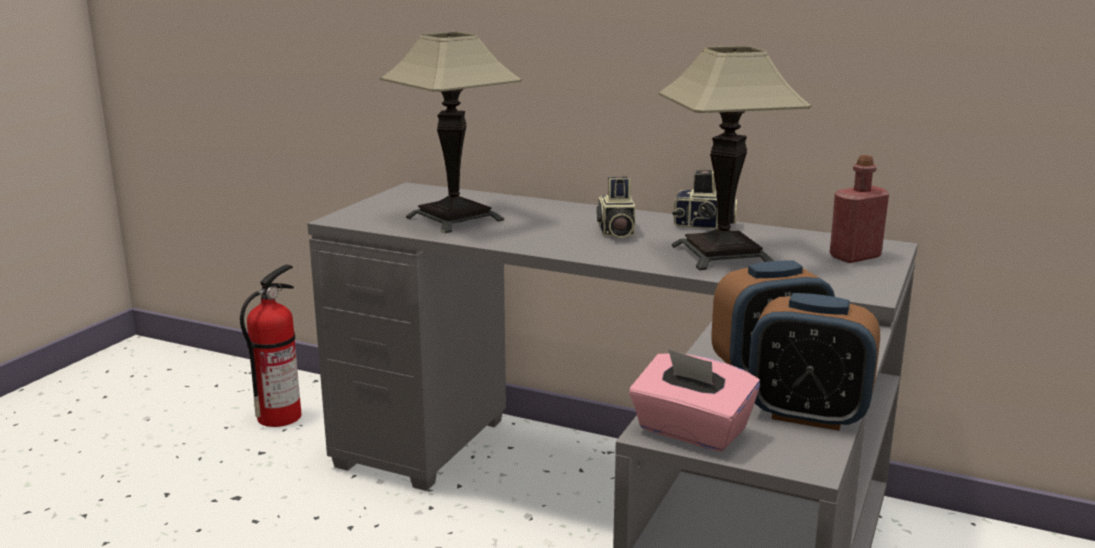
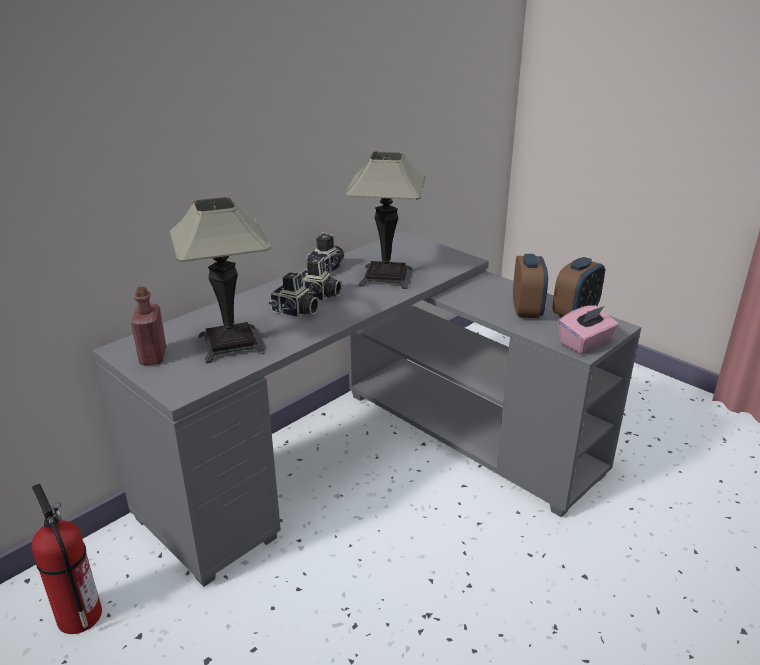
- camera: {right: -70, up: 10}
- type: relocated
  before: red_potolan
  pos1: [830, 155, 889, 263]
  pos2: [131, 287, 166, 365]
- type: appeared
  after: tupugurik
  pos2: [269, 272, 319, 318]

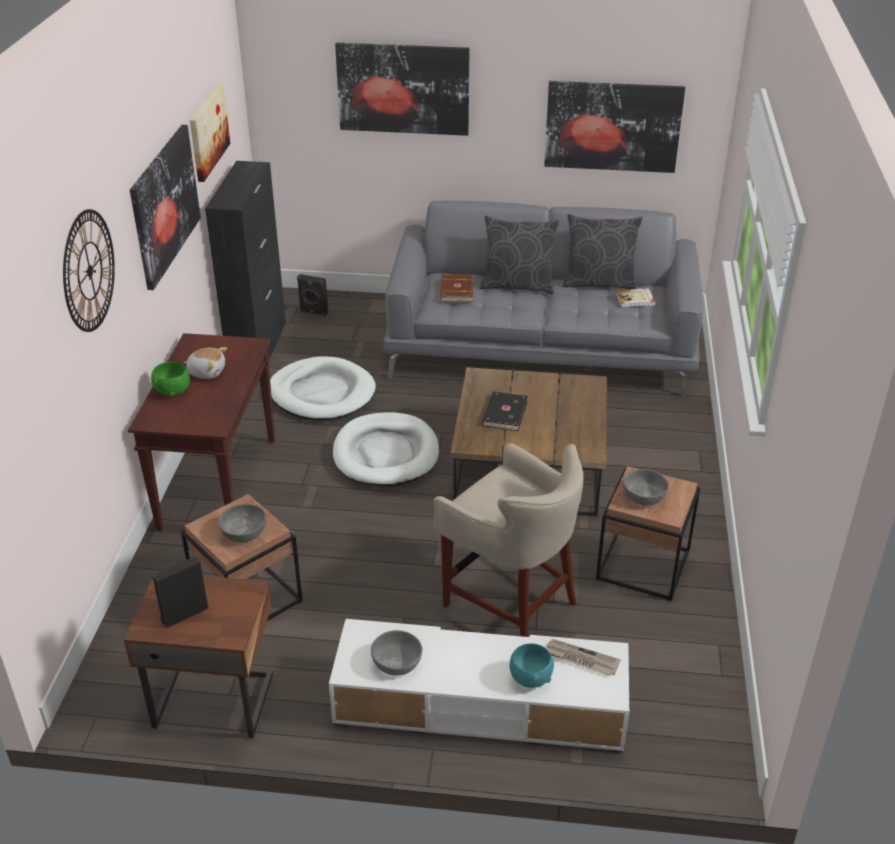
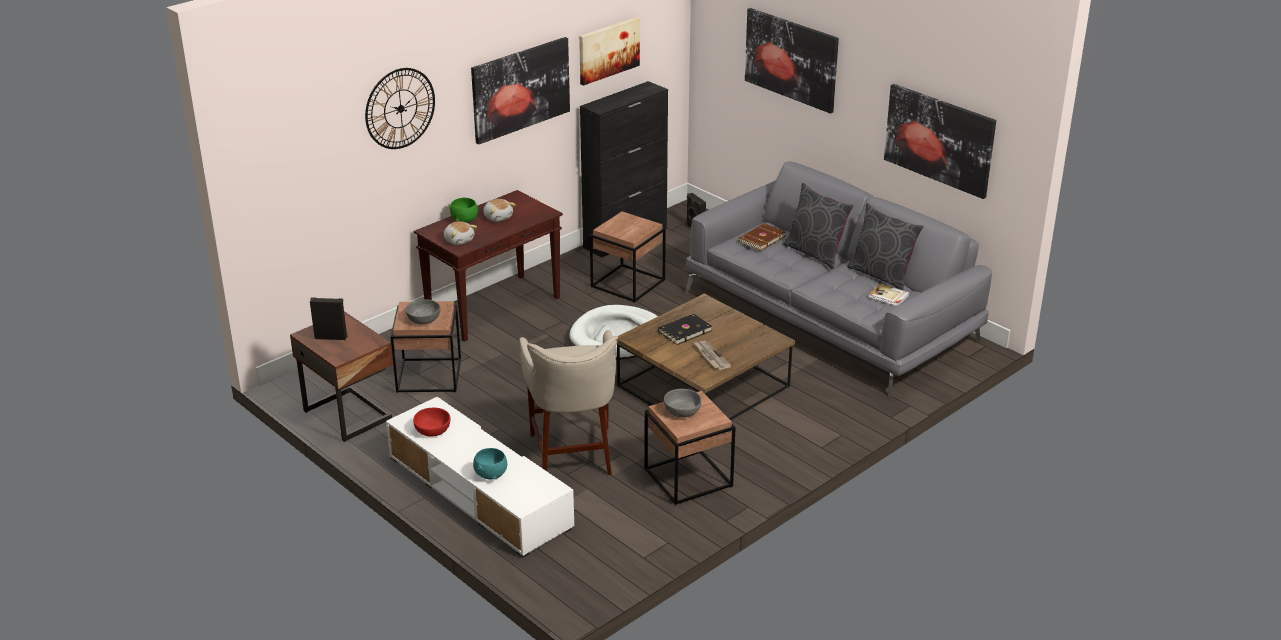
- camera: {right: 40, up: -5}
- type: exchanged
  before: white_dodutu
  after: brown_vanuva
  pos1: [270, 356, 376, 420]
  pos2: [590, 212, 666, 303]
- type: colour
  before: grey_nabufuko
  after: red_nabufuko
  pos1: [371, 630, 422, 676]
  pos2: [413, 408, 451, 437]
- type: relocated
  before: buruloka
  pos1: [546, 639, 621, 676]
  pos2: [693, 341, 732, 370]
- type: appeared
  after: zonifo
  pos2: [444, 221, 477, 245]

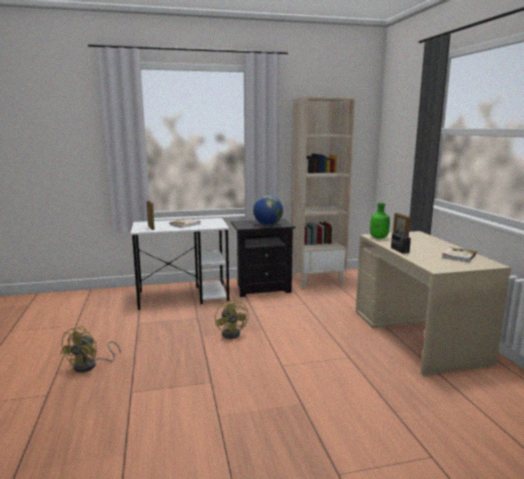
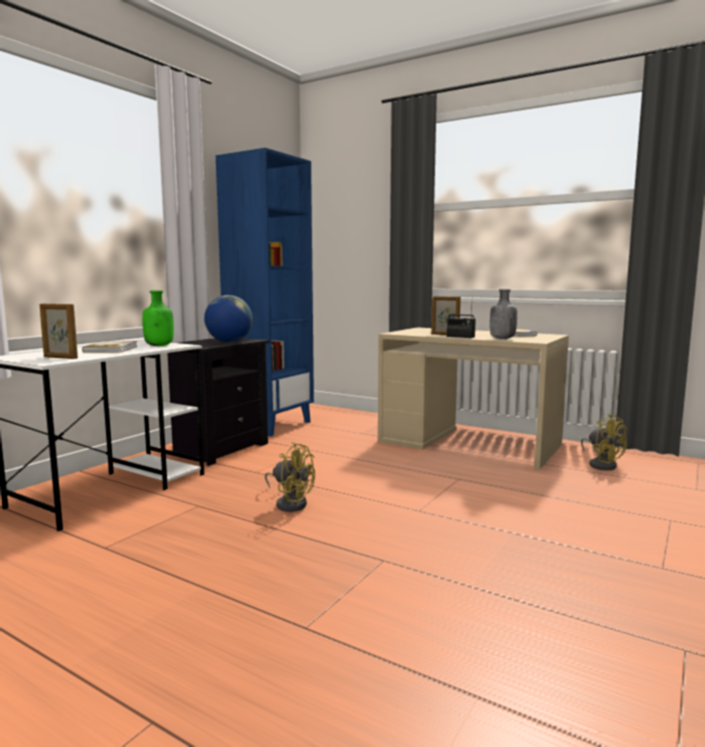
- camera: {right: -45, up: -5}
- type: colour
  before: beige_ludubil
  after: blue_ludubil
  pos1: [291, 96, 356, 288]
  pos2: [216, 148, 314, 436]
- type: relocated
  before: green_potolan
  pos1: [370, 203, 390, 239]
  pos2: [142, 290, 174, 346]
- type: relocated
  before: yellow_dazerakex
  pos1: [60, 326, 121, 372]
  pos2: [581, 414, 628, 470]
- type: appeared
  after: grey_potolan
  pos2: [490, 289, 517, 339]

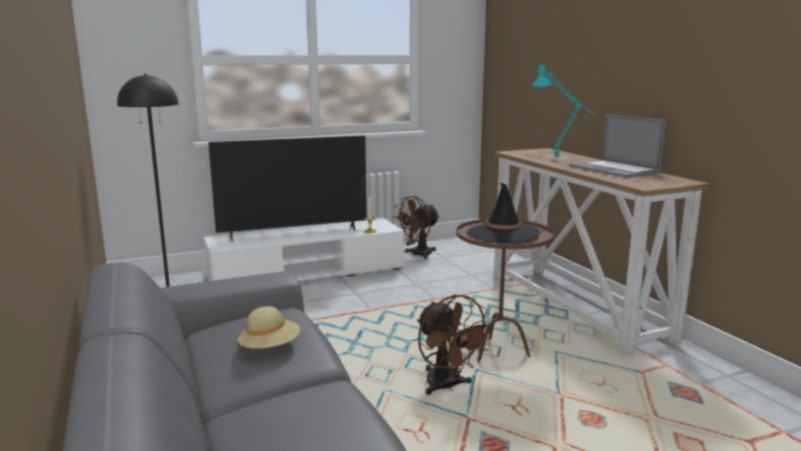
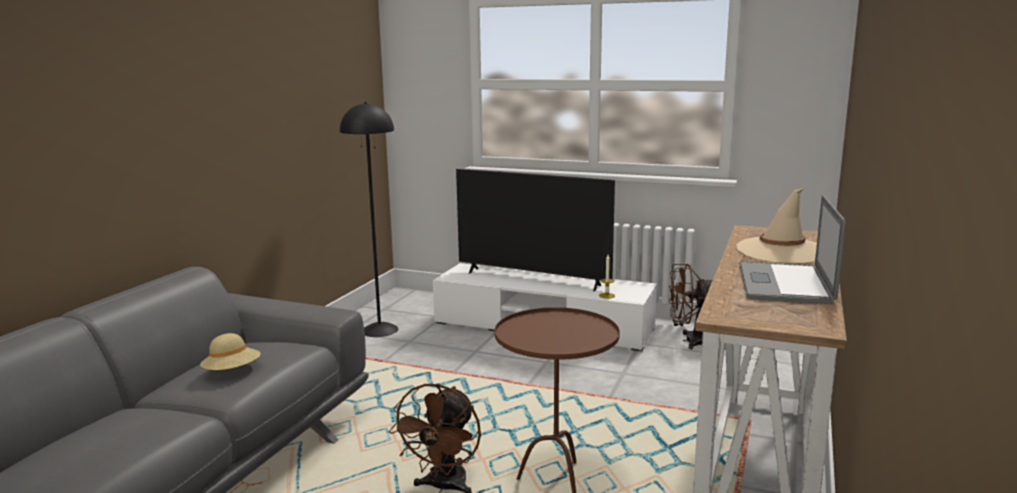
- camera: {right: 45, up: 0}
- type: exchanged
  before: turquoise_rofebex
  after: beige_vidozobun
  pos1: [532, 65, 596, 157]
  pos2: [736, 188, 817, 263]
- type: missing
  before: black_vidozobun
  pos1: [467, 183, 540, 243]

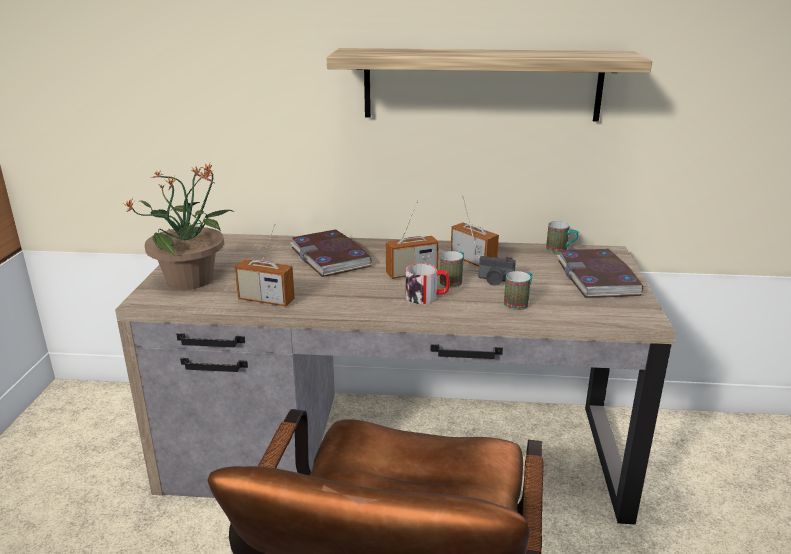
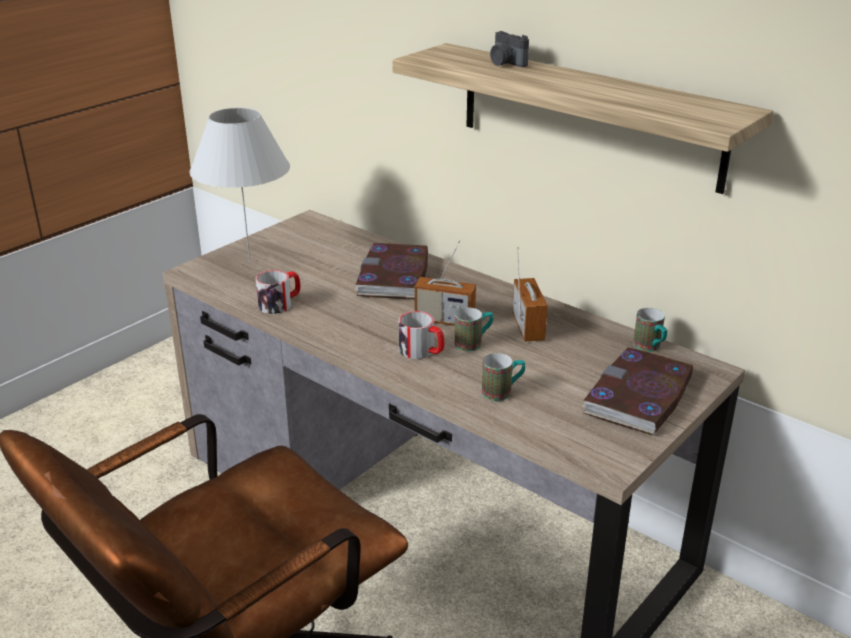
- camera: {right: 35, up: 5}
- type: exchanged
  before: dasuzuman
  after: white_rofebex
  pos1: [122, 163, 235, 290]
  pos2: [190, 108, 290, 262]
- type: exchanged
  before: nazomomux
  after: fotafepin
  pos1: [235, 224, 295, 306]
  pos2: [256, 270, 301, 314]
- type: relocated
  before: tupugurik
  pos1: [479, 256, 516, 286]
  pos2: [490, 31, 529, 67]

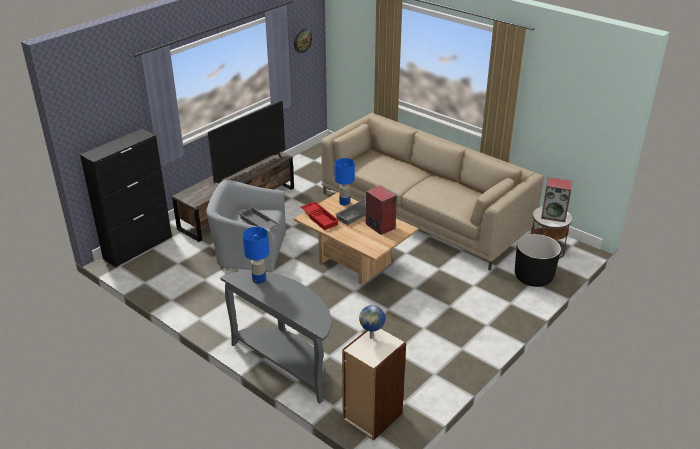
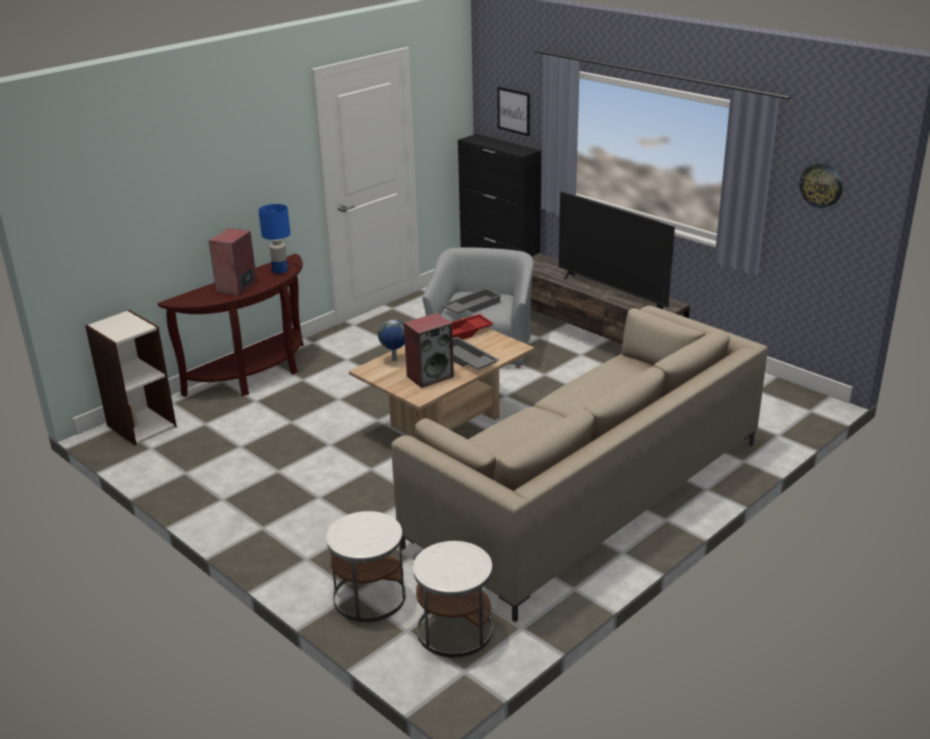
- camera: {right: 95, up: -5}
- type: missing
  before: blue_rofebex
  pos1: [334, 158, 355, 205]
- type: relocated
  before: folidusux
  pos1: [541, 177, 572, 222]
  pos2: [208, 228, 257, 295]
- type: exchanged
  before: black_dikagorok
  after: white_vanuva
  pos1: [515, 234, 561, 287]
  pos2: [326, 511, 406, 622]
- type: colour
  before: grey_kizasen
  after: brown_kizasen
  pos1: [220, 270, 331, 404]
  pos2: [158, 254, 304, 397]
- type: relocated
  before: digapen
  pos1: [359, 305, 385, 339]
  pos2: [378, 319, 405, 361]
- type: appeared
  after: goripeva
  pos2: [497, 87, 530, 136]

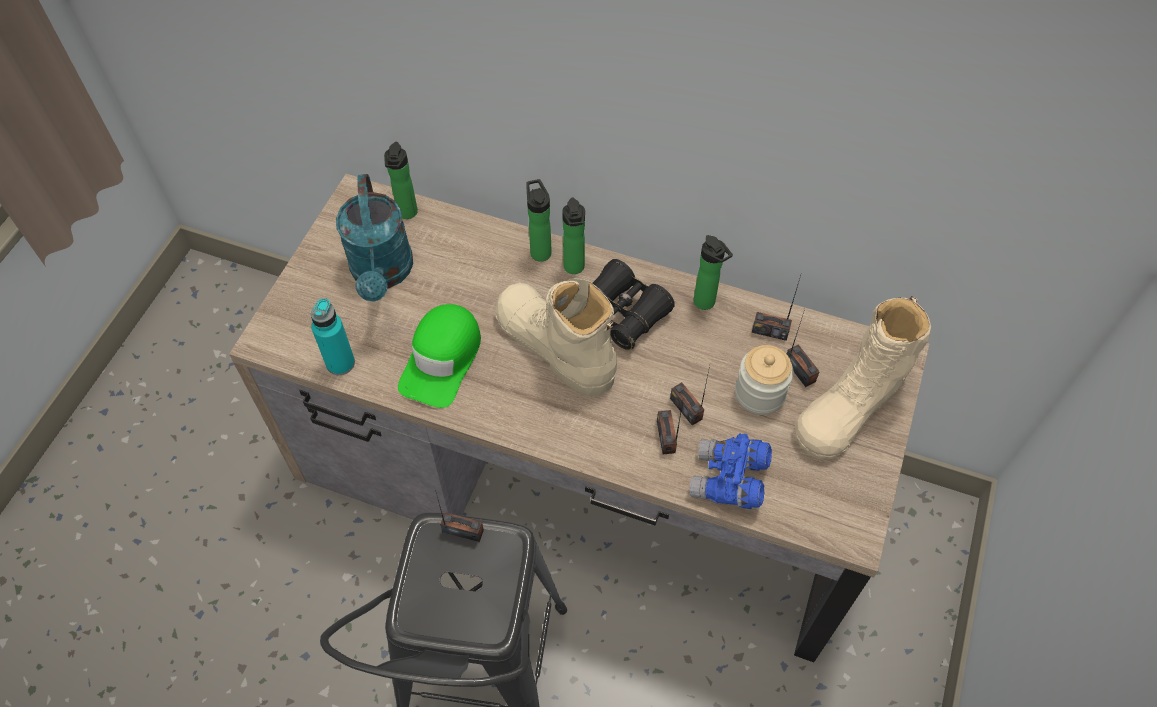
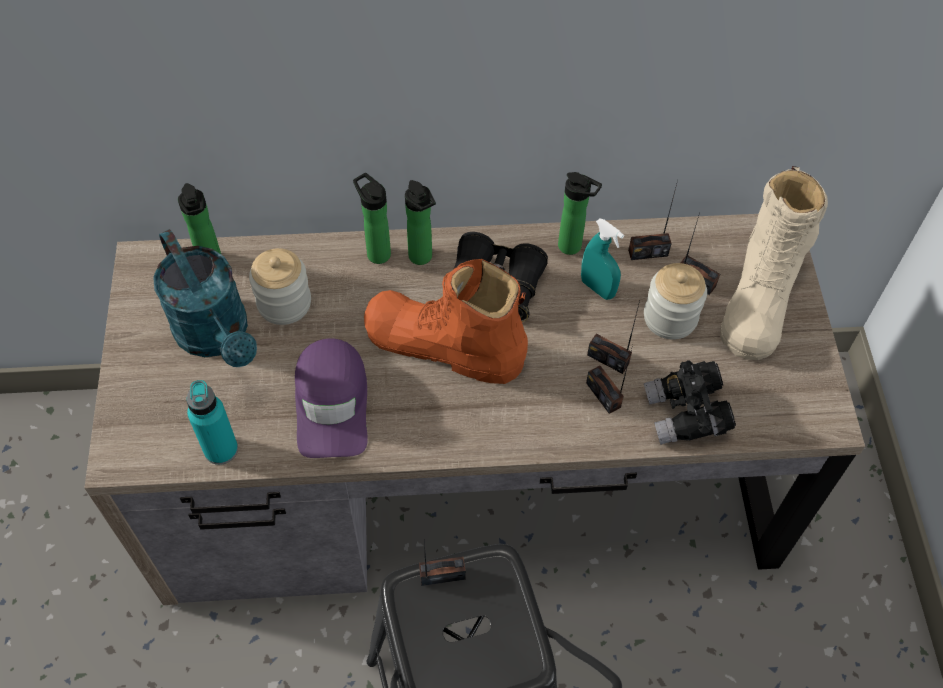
- camera: {right: -25, up: 0}
- type: colour
  before: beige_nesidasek
  after: orange_nesidasek
  pos1: [495, 279, 617, 396]
  pos2: [364, 259, 528, 384]
- type: colour
  before: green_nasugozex
  after: purple_nasugozex
  pos1: [398, 304, 481, 408]
  pos2: [295, 338, 368, 458]
- type: colour
  before: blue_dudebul
  after: black_dudebul
  pos1: [690, 433, 772, 509]
  pos2: [644, 360, 736, 445]
- type: appeared
  after: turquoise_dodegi
  pos2: [581, 218, 624, 300]
- type: appeared
  after: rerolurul
  pos2: [249, 248, 311, 325]

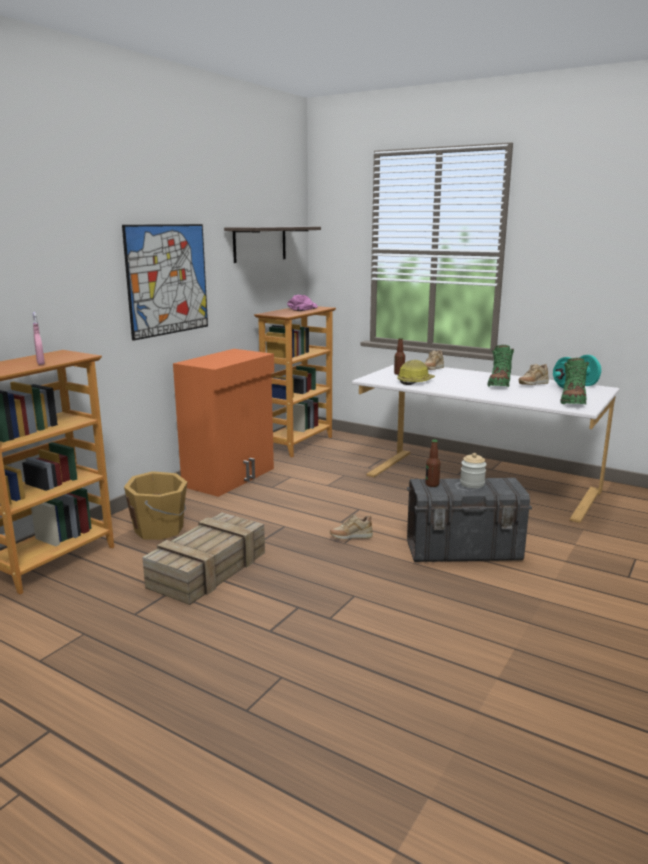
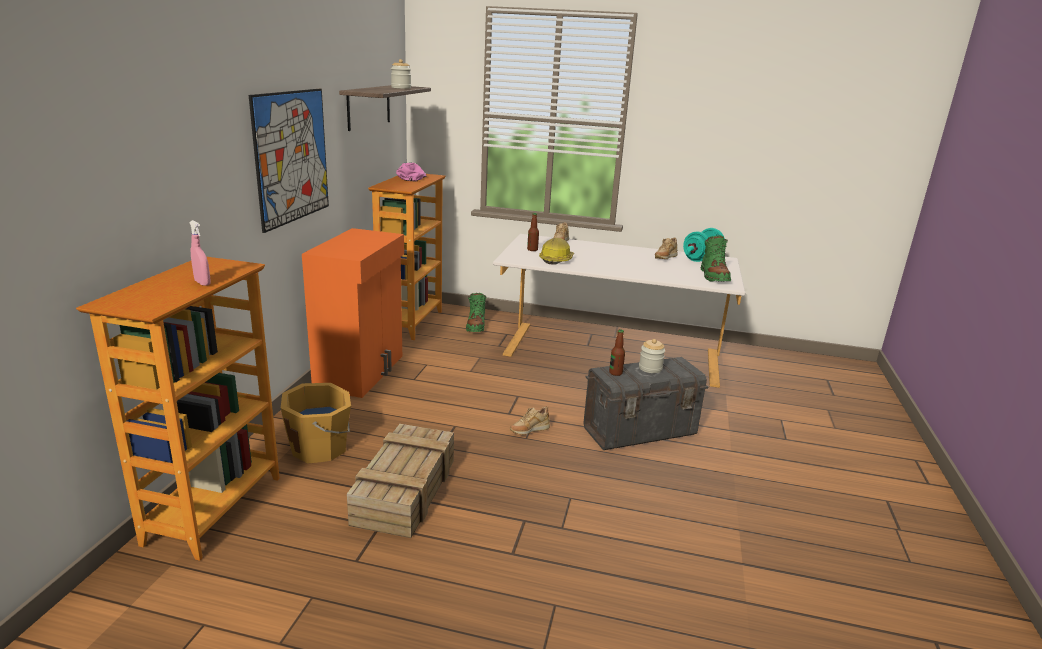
- camera: {right: -20, up: 5}
- type: relocated
  before: green_nesidasek
  pos1: [487, 345, 514, 387]
  pos2: [466, 293, 486, 332]
- type: appeared
  after: rerolurul
  pos2: [391, 59, 411, 89]

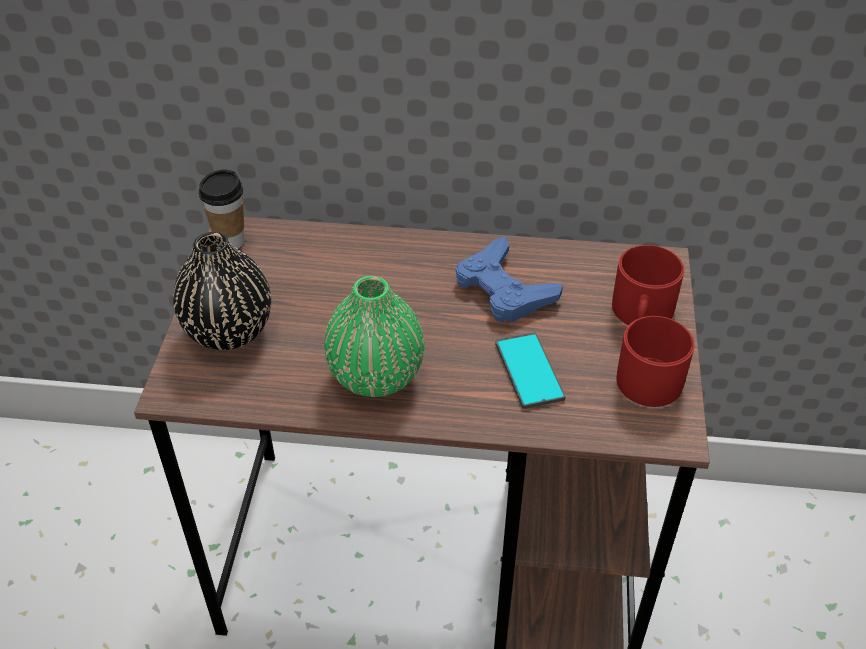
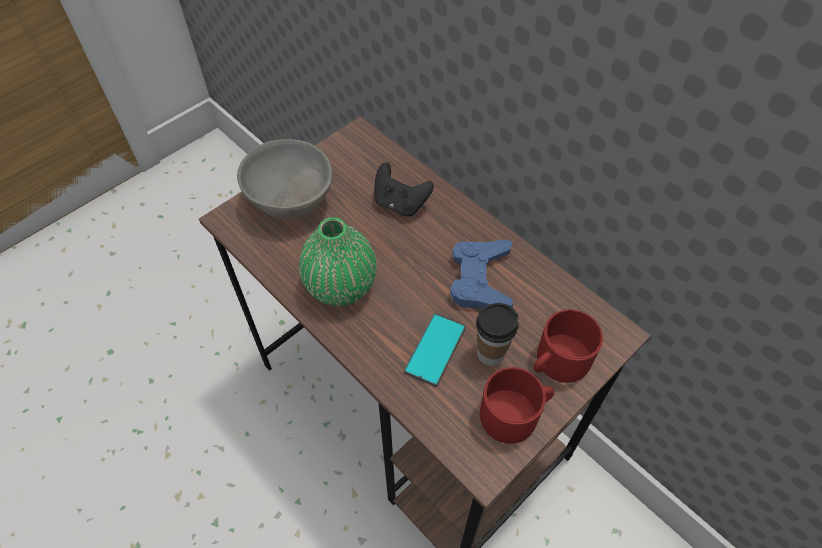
- camera: {right: 40, up: 10}
- type: relocated
  before: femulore
  pos1: [199, 169, 245, 249]
  pos2: [476, 303, 519, 366]
- type: exchanged
  before: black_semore
  after: grey_nabufuko
  pos1: [173, 232, 271, 350]
  pos2: [237, 139, 332, 219]
- type: appeared
  after: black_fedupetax
  pos2: [374, 162, 434, 216]

